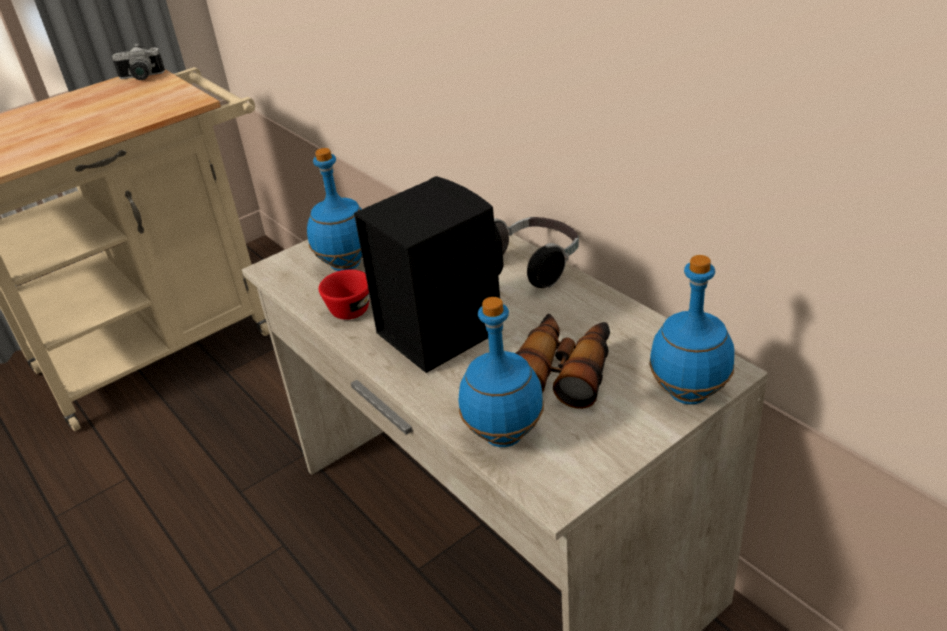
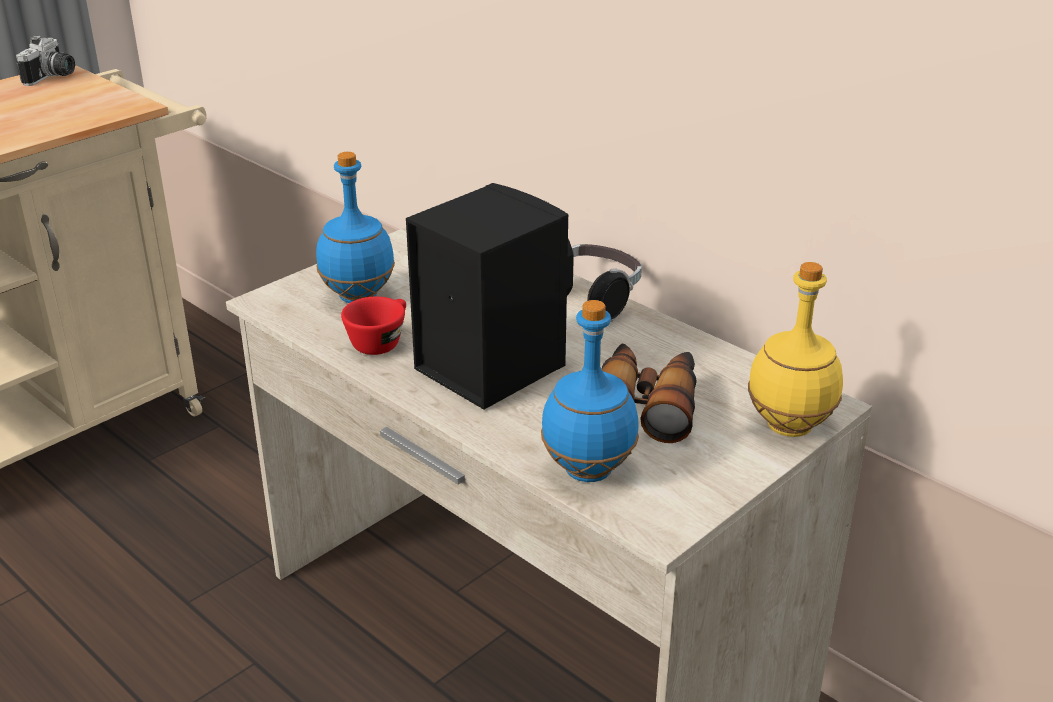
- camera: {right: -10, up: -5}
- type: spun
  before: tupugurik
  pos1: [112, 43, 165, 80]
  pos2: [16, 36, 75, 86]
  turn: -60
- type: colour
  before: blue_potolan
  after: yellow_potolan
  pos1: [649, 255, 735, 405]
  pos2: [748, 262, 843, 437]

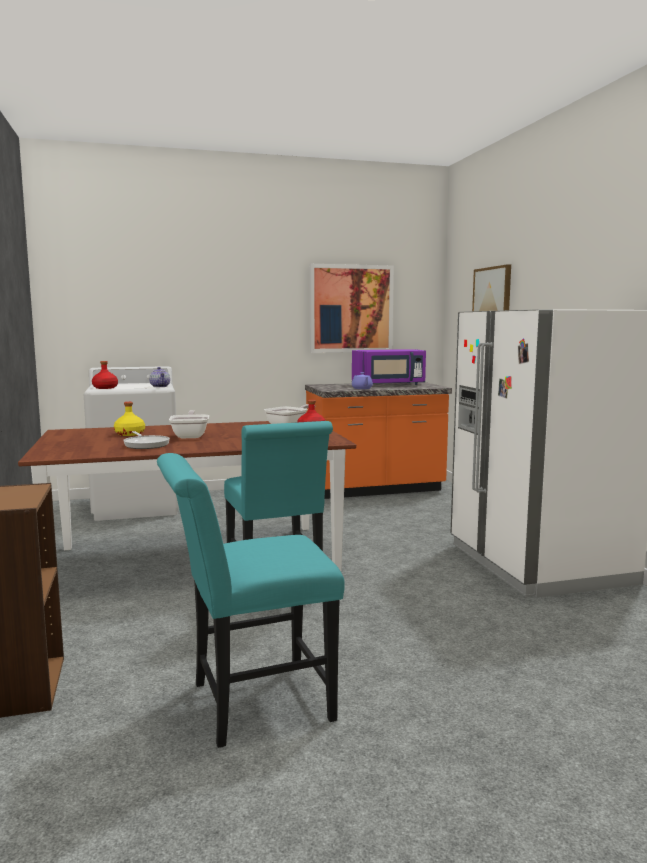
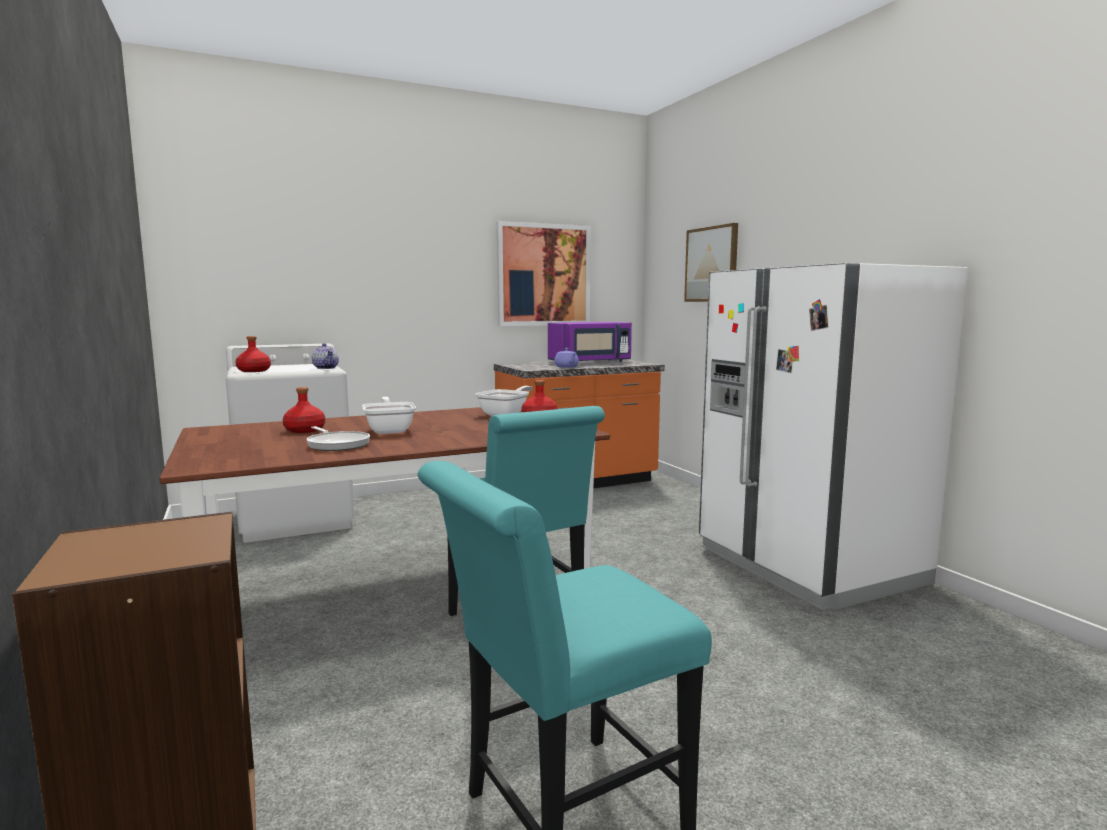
- camera: {right: -10, up: 0}
- type: colour
  before: yellow_potolan
  after: red_potolan
  pos1: [114, 402, 145, 436]
  pos2: [283, 387, 325, 433]

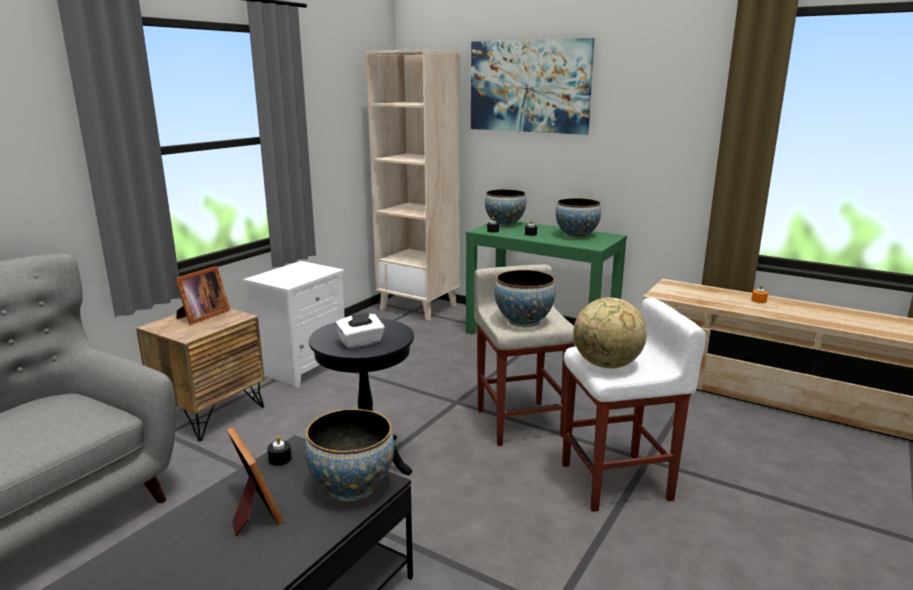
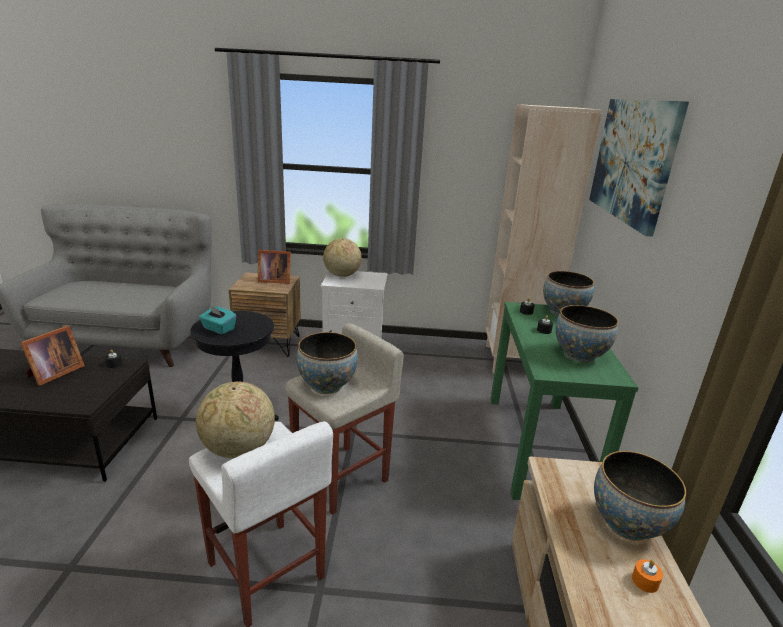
- camera: {right: 60, up: 5}
- type: colour
  before: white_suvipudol
  after: turquoise_suvipudol
  pos1: [335, 312, 385, 349]
  pos2: [199, 305, 236, 335]
- type: relocated
  before: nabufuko
  pos1: [305, 409, 394, 501]
  pos2: [594, 451, 686, 541]
- type: appeared
  after: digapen
  pos2: [323, 238, 362, 277]

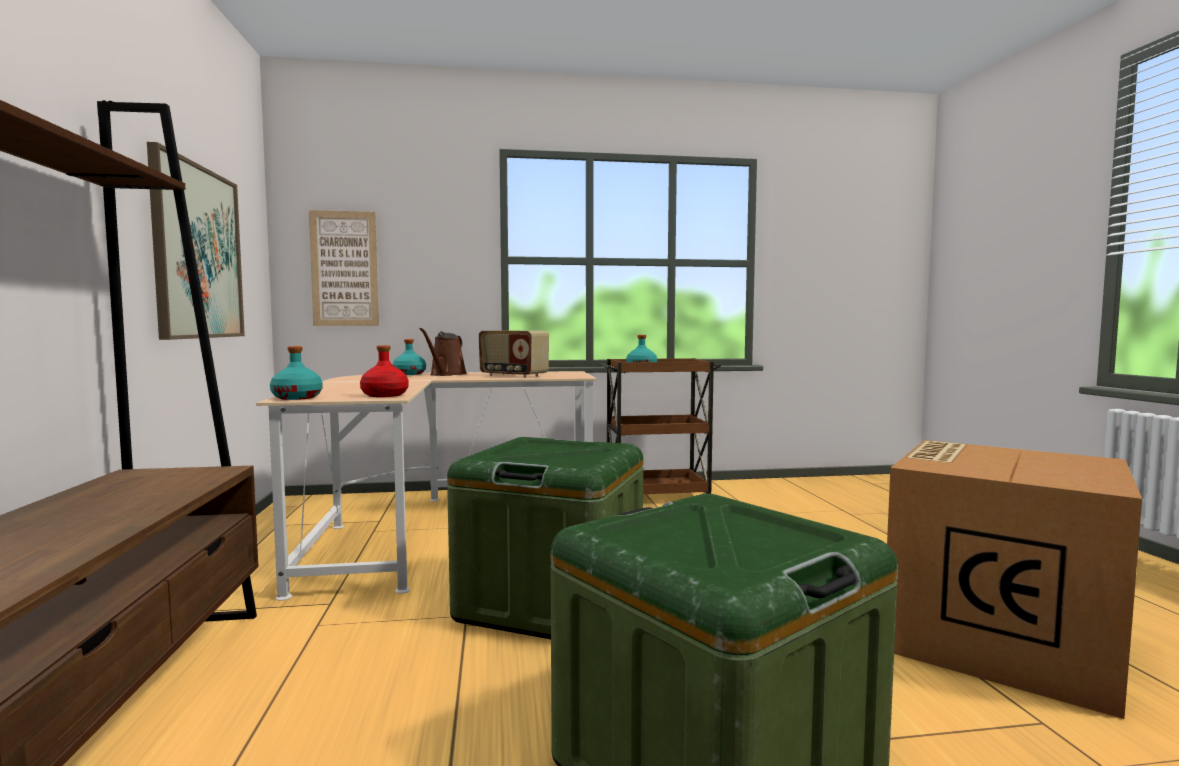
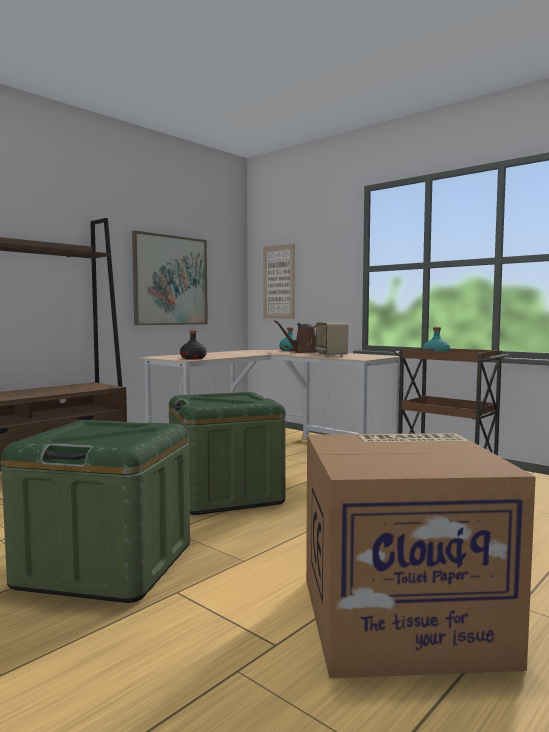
- camera: {right: 50, up: 0}
- type: colour
  before: red_potolan
  after: black_potolan
  pos1: [360, 345, 409, 397]
  pos2: [180, 330, 207, 360]
- type: missing
  before: turquoise_potolan
  pos1: [270, 346, 323, 400]

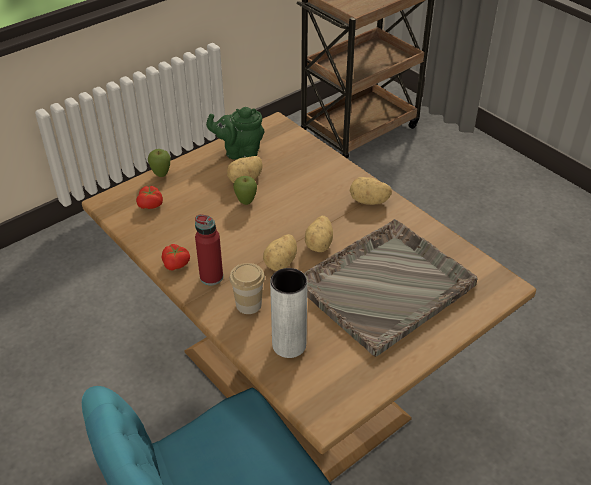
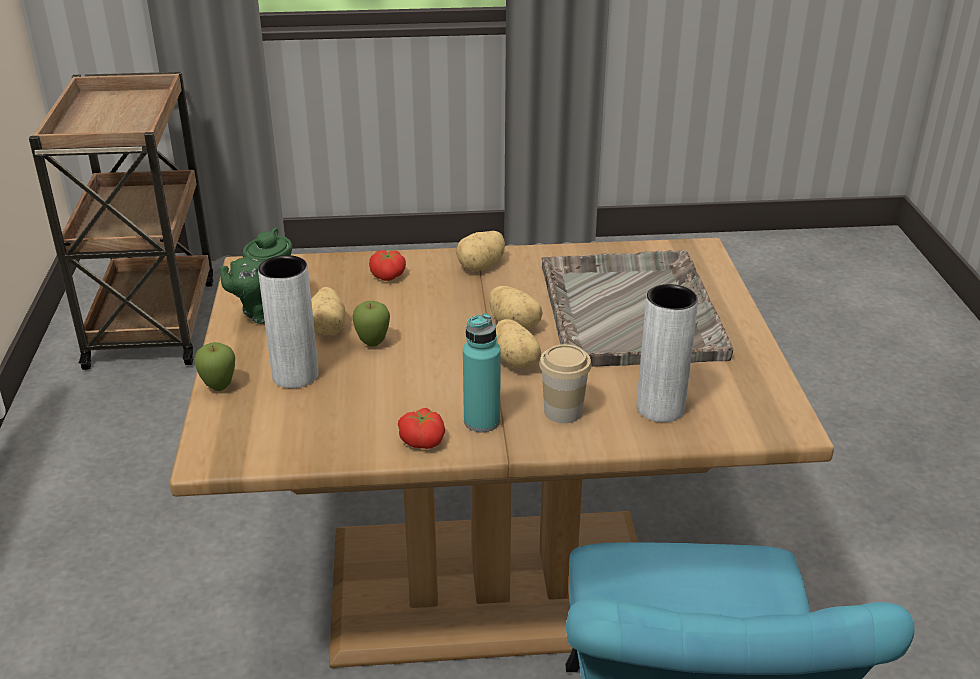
- camera: {right: -55, up: -10}
- type: relocated
  before: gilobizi
  pos1: [136, 186, 163, 209]
  pos2: [369, 250, 406, 281]
- type: colour
  before: red_potolan
  after: turquoise_potolan
  pos1: [195, 214, 223, 285]
  pos2: [463, 313, 501, 432]
- type: appeared
  after: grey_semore
  pos2: [258, 255, 318, 388]

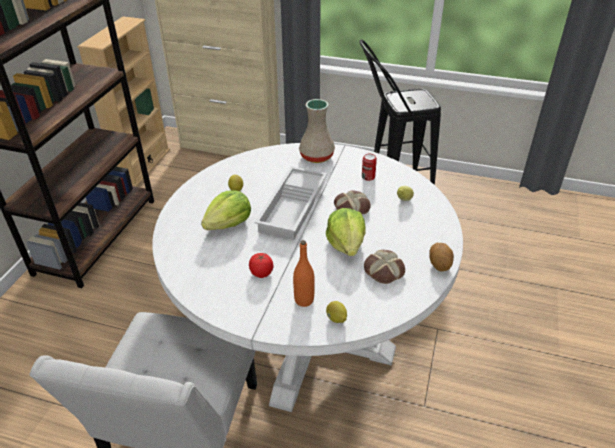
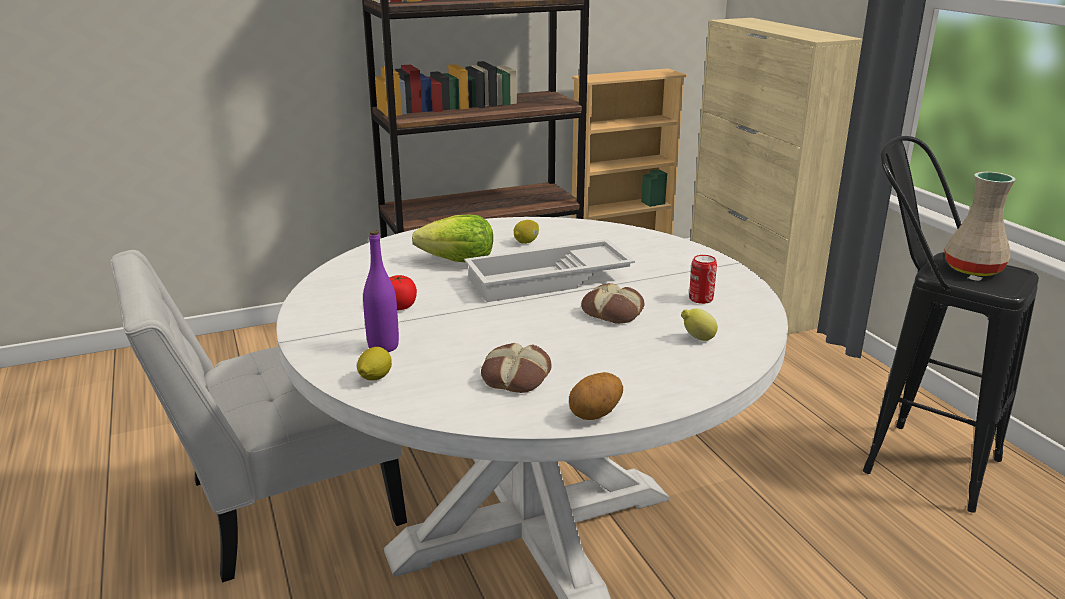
- camera: {right: 50, up: -15}
- type: relocated
  before: beige_semore
  pos1: [299, 99, 335, 163]
  pos2: [944, 172, 1016, 276]
- type: missing
  before: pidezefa
  pos1: [326, 208, 366, 256]
- type: colour
  before: orange_potolan
  after: purple_potolan
  pos1: [293, 240, 315, 307]
  pos2: [363, 230, 399, 352]

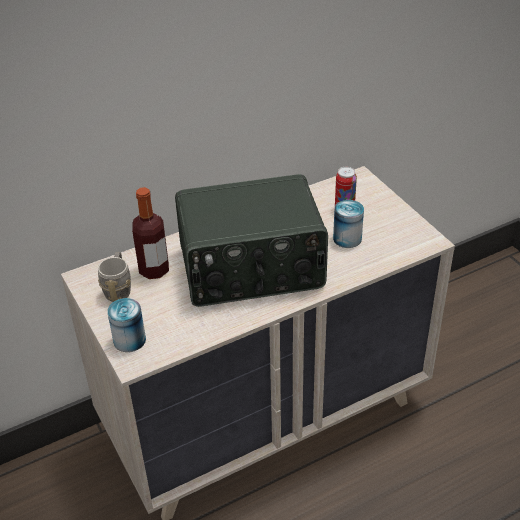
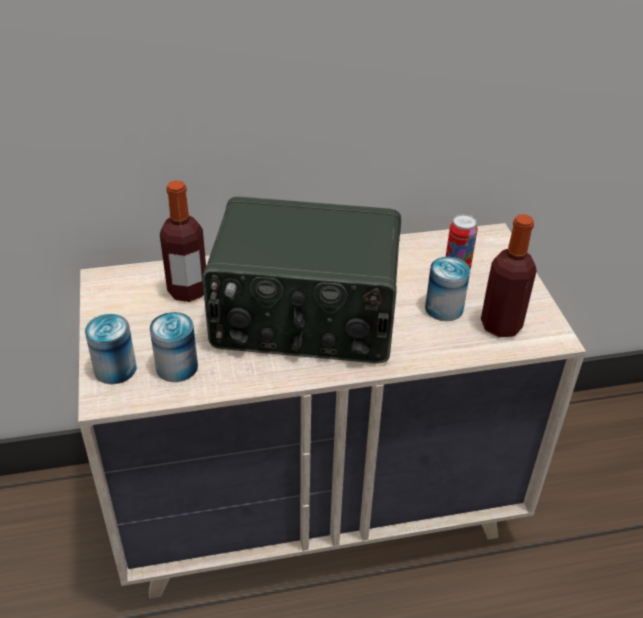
- camera: {right: 15, up: 0}
- type: missing
  before: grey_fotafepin
  pos1: [98, 252, 131, 302]
- type: appeared
  after: potolan
  pos2: [481, 214, 537, 337]
- type: appeared
  after: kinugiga
  pos2: [150, 312, 198, 382]

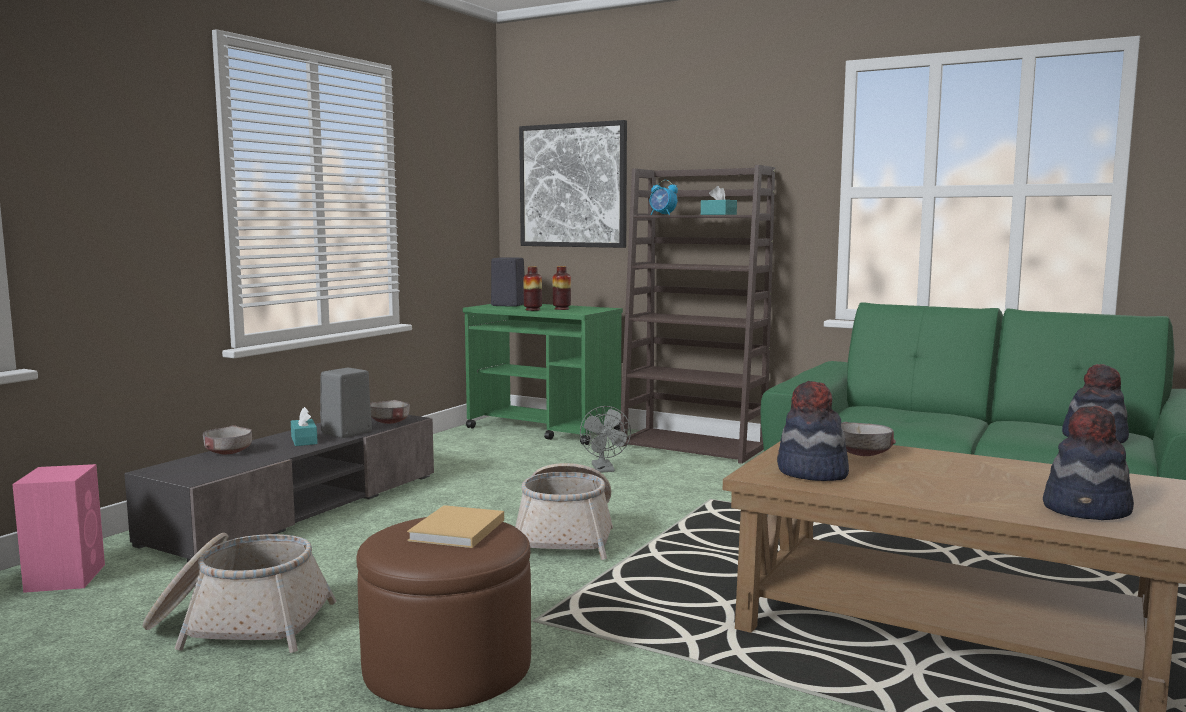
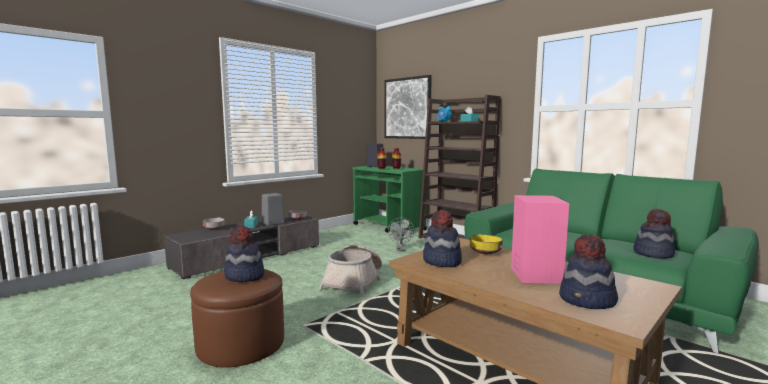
- camera: {right: 15, up: 0}
- type: colour
  before: grey_nabufuko
  after: yellow_nabufuko
  pos1: [841, 422, 896, 456]
  pos2: [469, 234, 503, 254]
- type: relocated
  before: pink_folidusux
  pos1: [12, 464, 105, 593]
  pos2: [511, 195, 569, 284]
- type: exchanged
  before: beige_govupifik
  after: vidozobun
  pos1: [407, 505, 504, 548]
  pos2: [224, 226, 264, 282]
- type: missing
  before: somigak
  pos1: [143, 533, 336, 653]

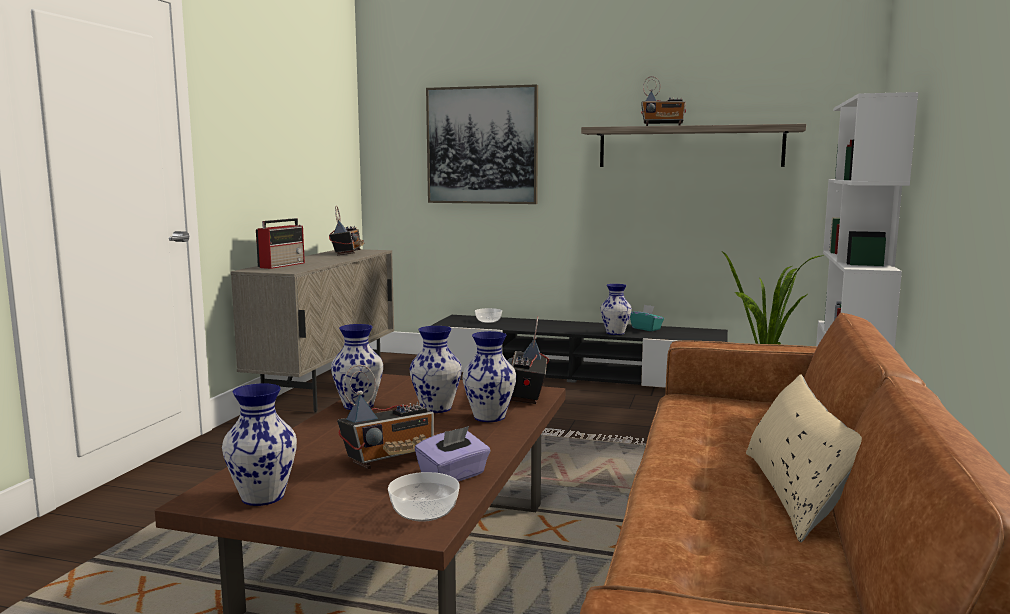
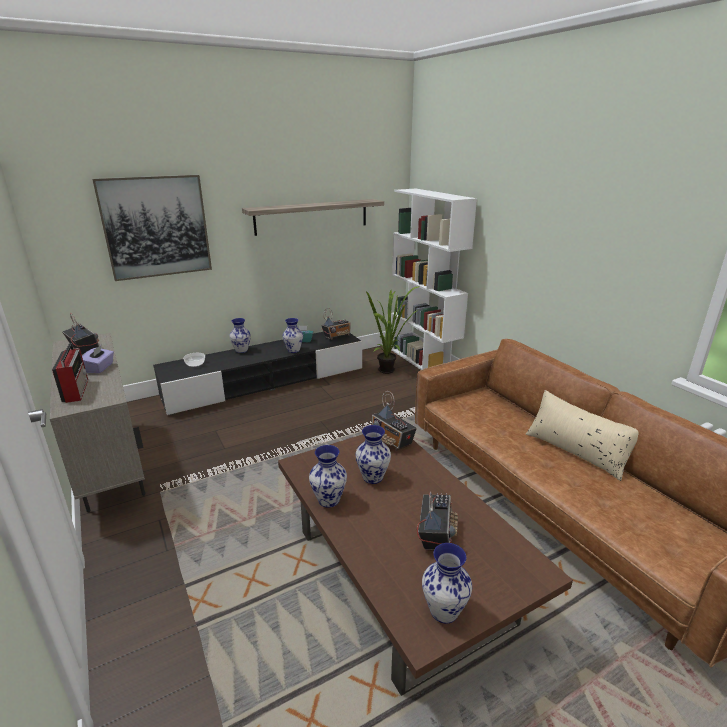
- camera: {right: -45, up: 15}
- type: relocated
  before: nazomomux
  pos1: [641, 76, 686, 126]
  pos2: [321, 308, 351, 340]
- type: relocated
  before: semore
  pos1: [462, 331, 516, 422]
  pos2: [229, 318, 251, 353]
- type: relocated
  before: purple_suvipudol
  pos1: [415, 426, 490, 482]
  pos2: [82, 345, 114, 373]
- type: missing
  before: nabufuko
  pos1: [388, 472, 460, 522]

